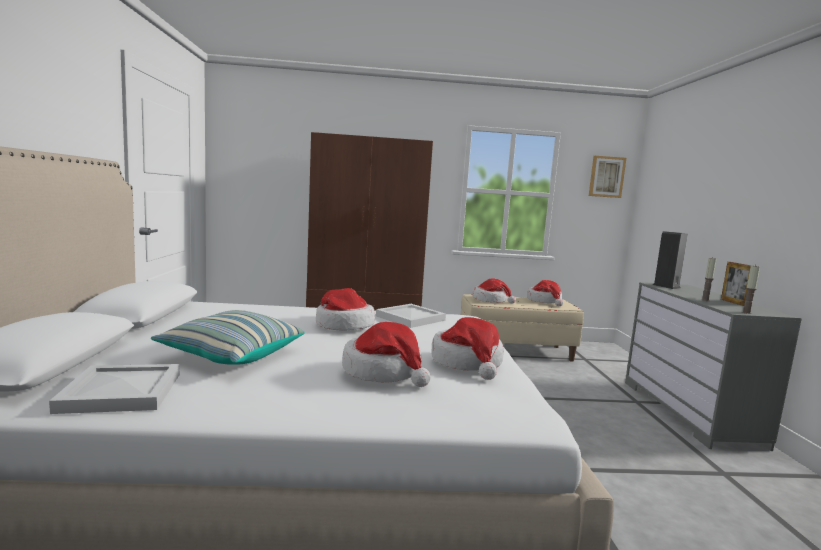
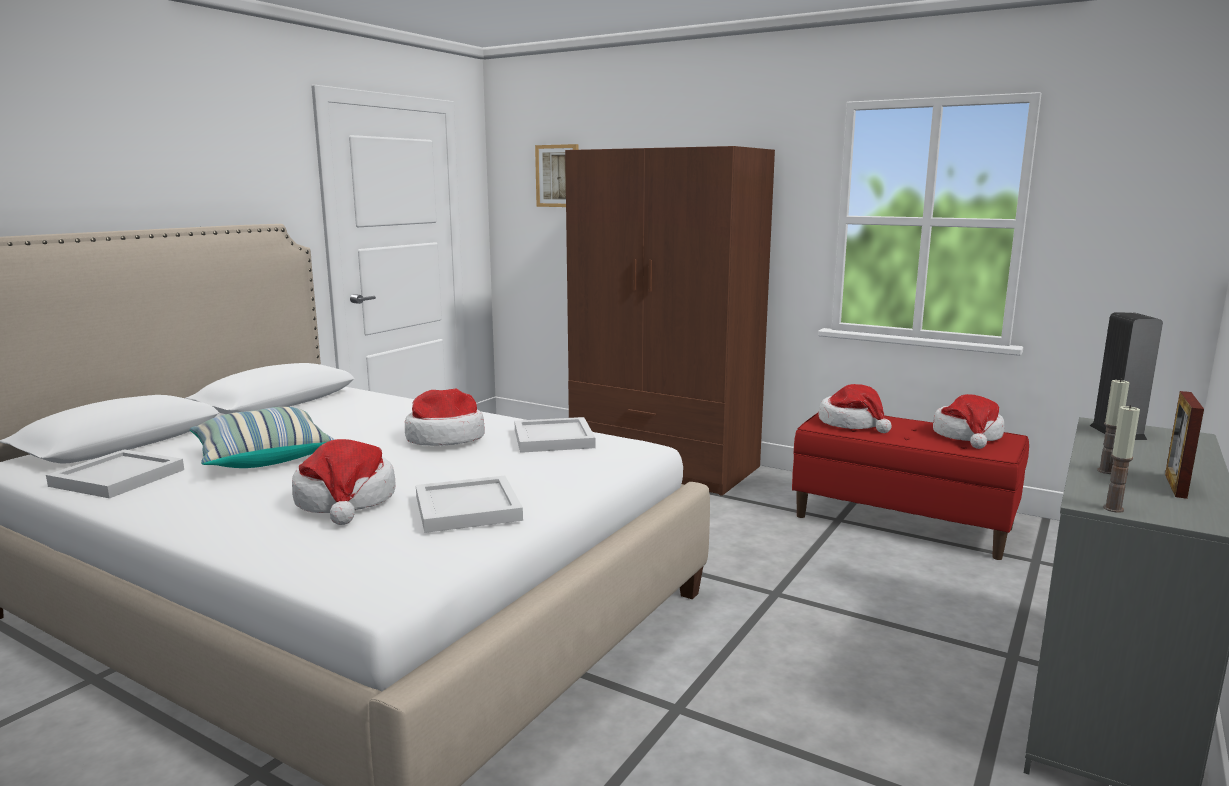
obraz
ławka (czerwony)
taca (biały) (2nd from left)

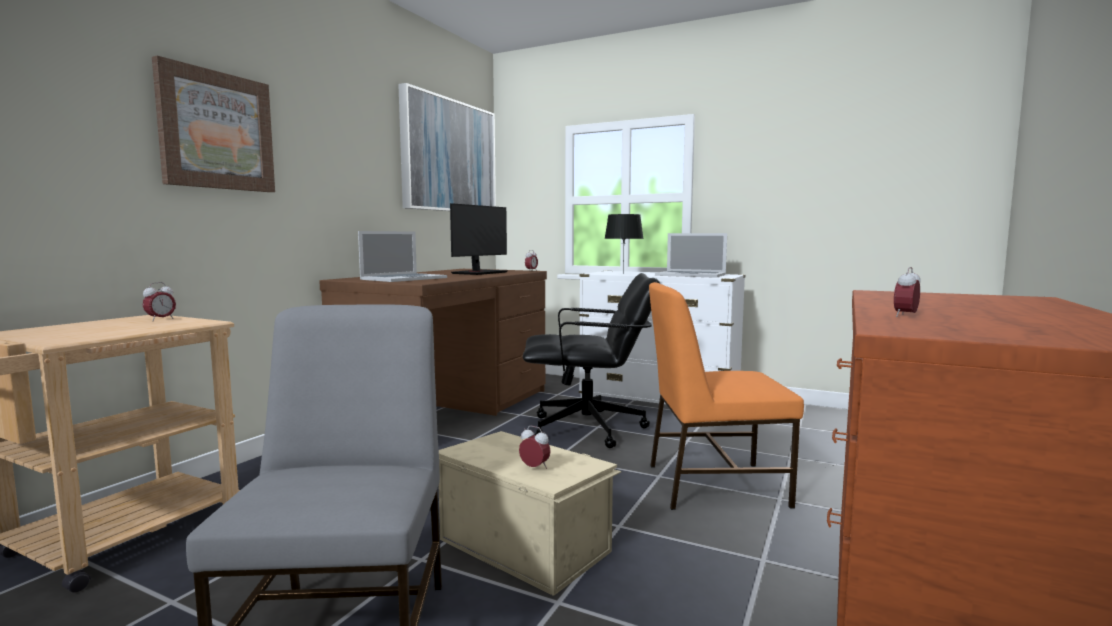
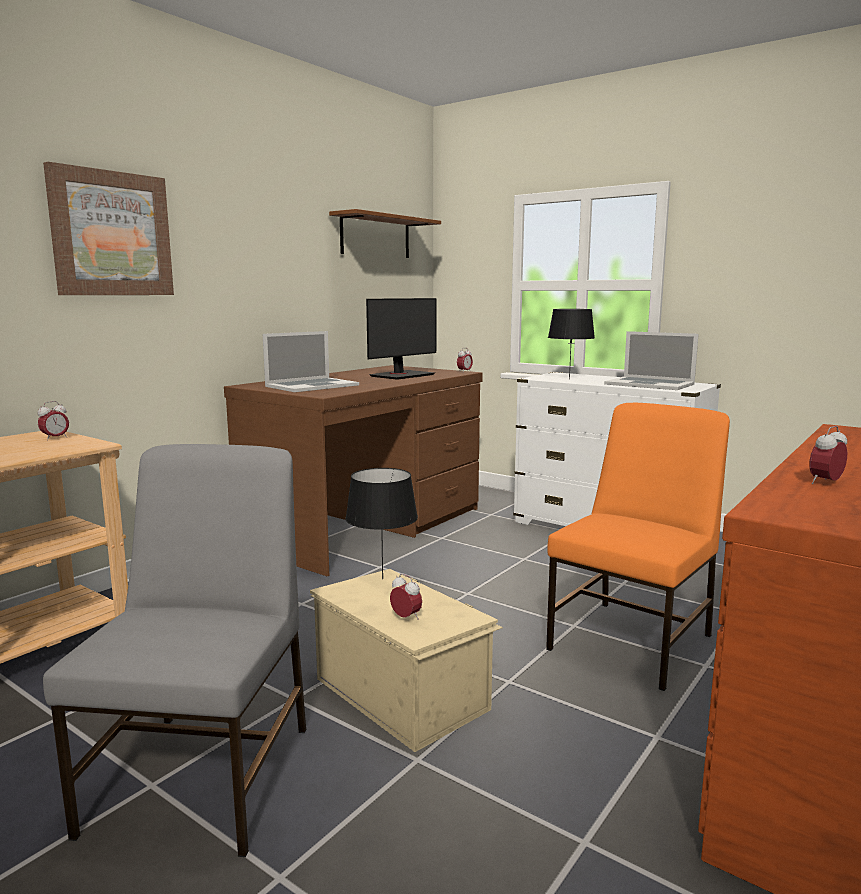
półka (brązowy)
krzesło biurowe (czarny)
krzesło (pomarańczowy)
lampa stołowa (czarny) (1st from left)

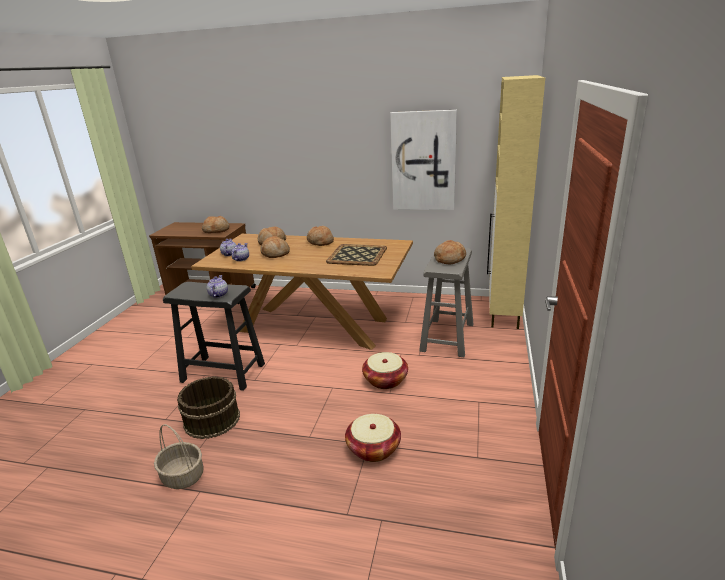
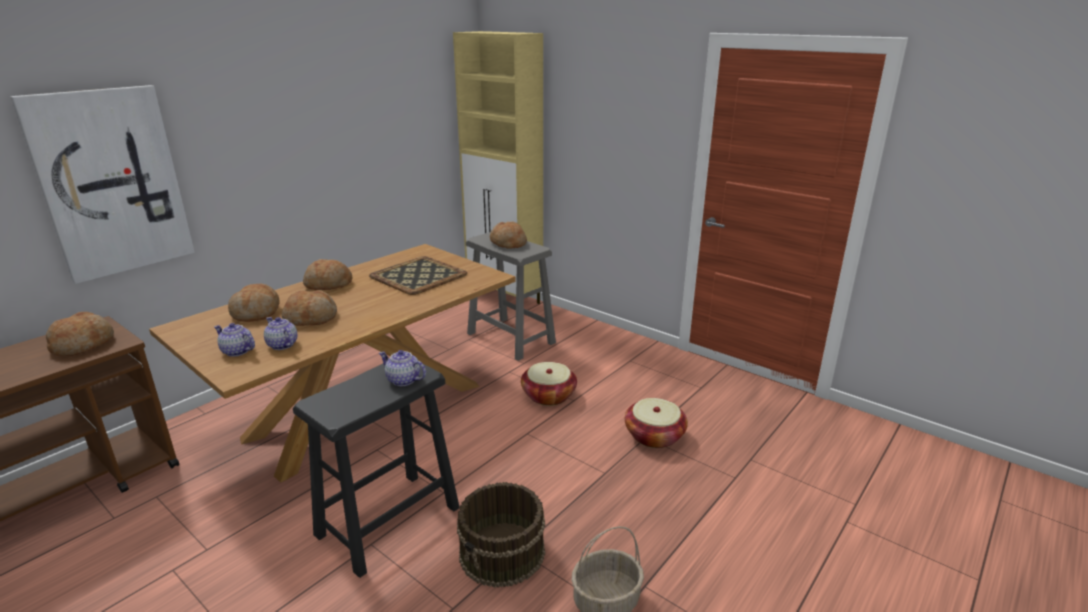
obraz

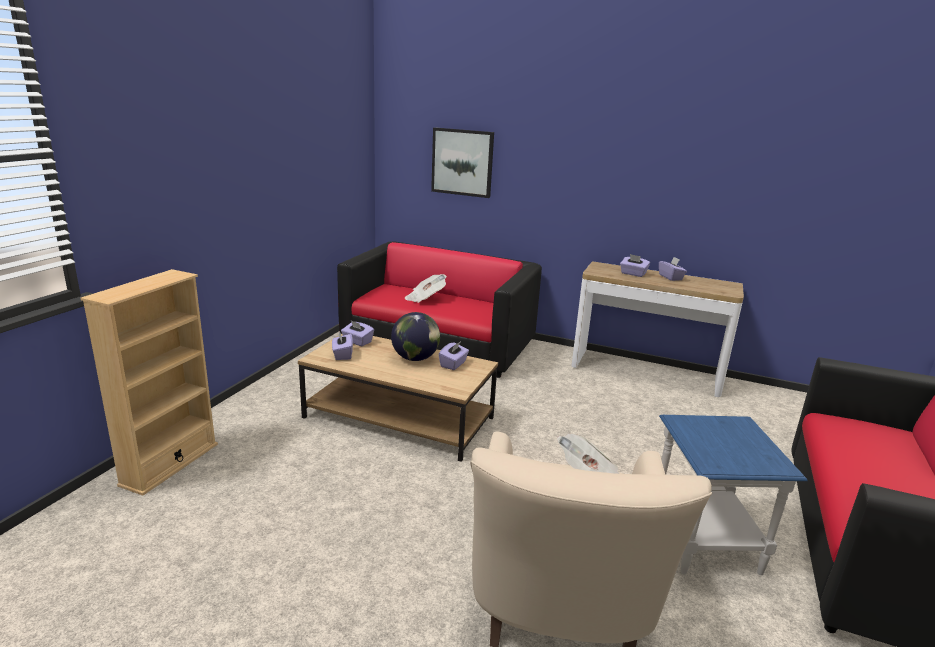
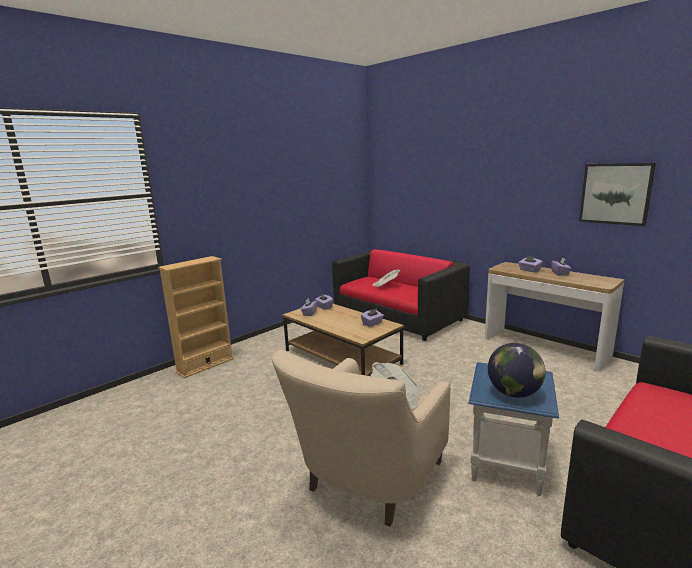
obraz
globus

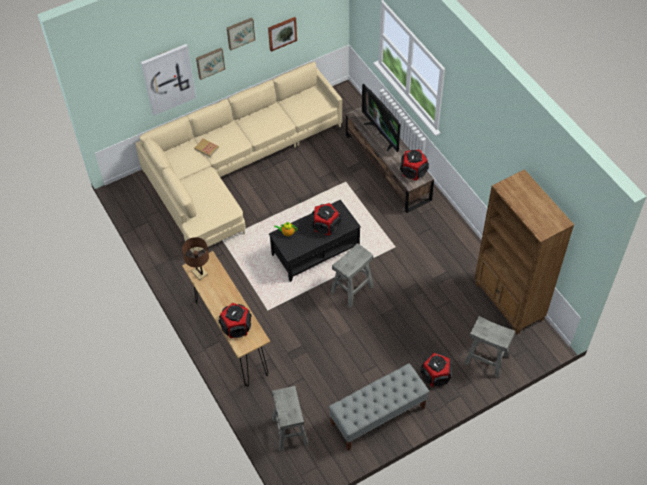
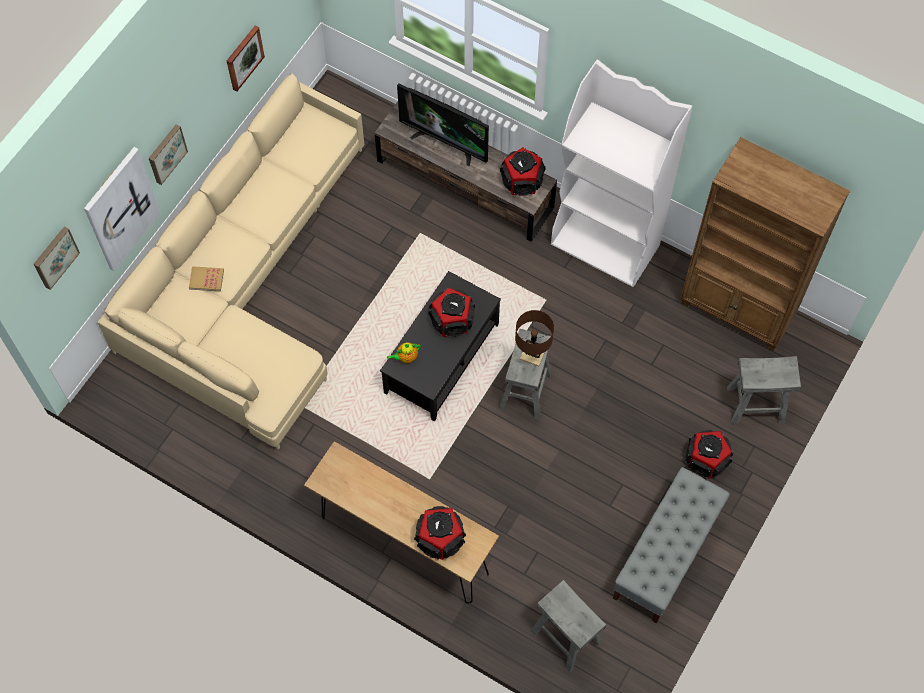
obraz (1st from left)
lampa stołowa (brązowy)
regał (biały)

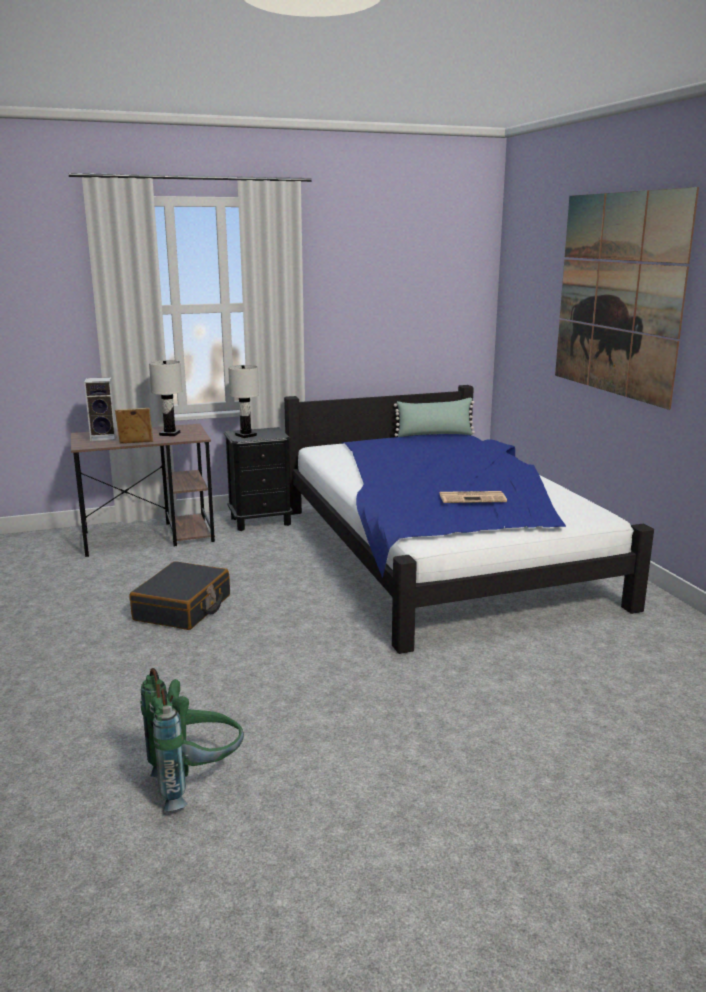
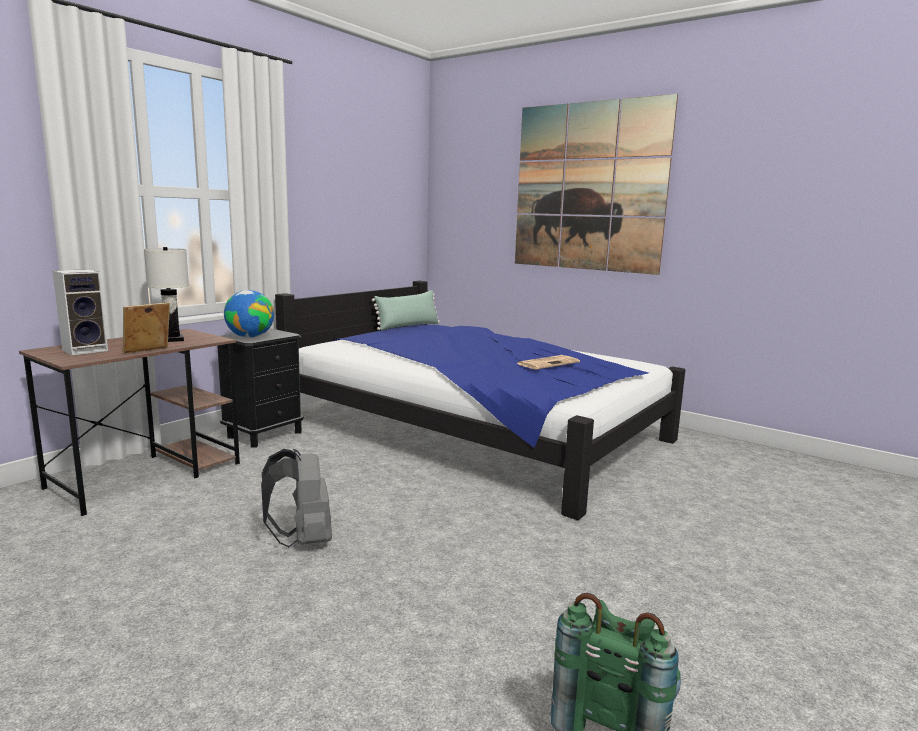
globus
plecak (szary)

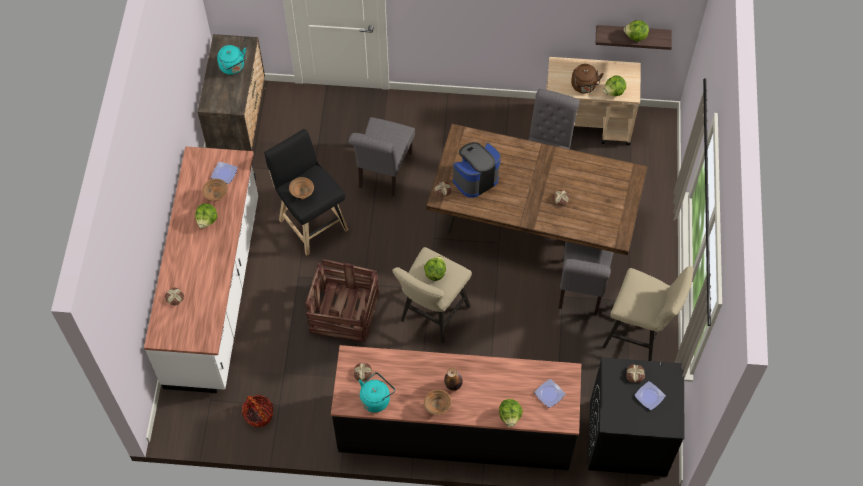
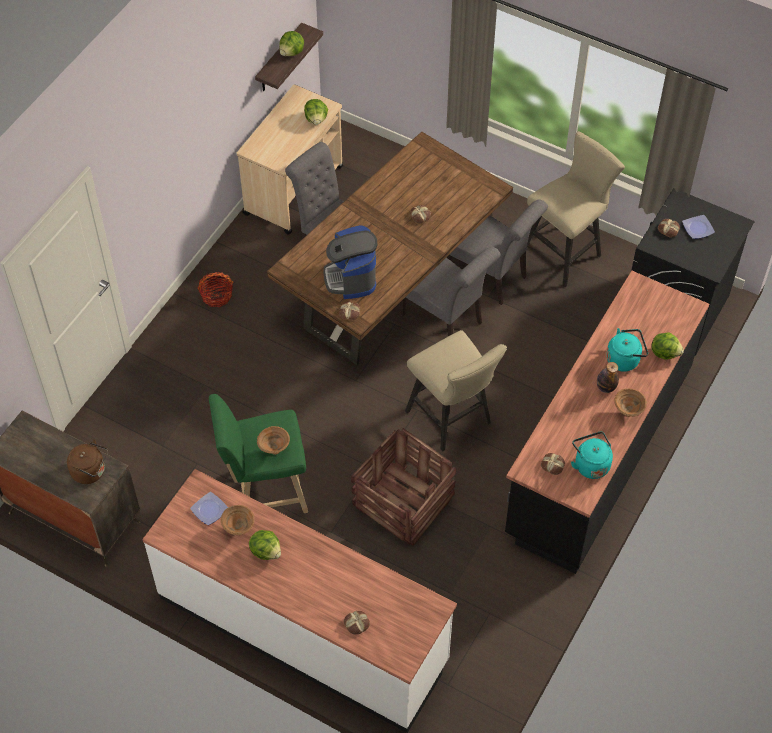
czajnik (turkusowy) (2nd from left)
czajnik (brązowy)
krzesło (szary) (2nd from left)
stołek (zielony)
sałata (2nd from left in the first image)
talerz (2nd from left in the first image)
koszyk

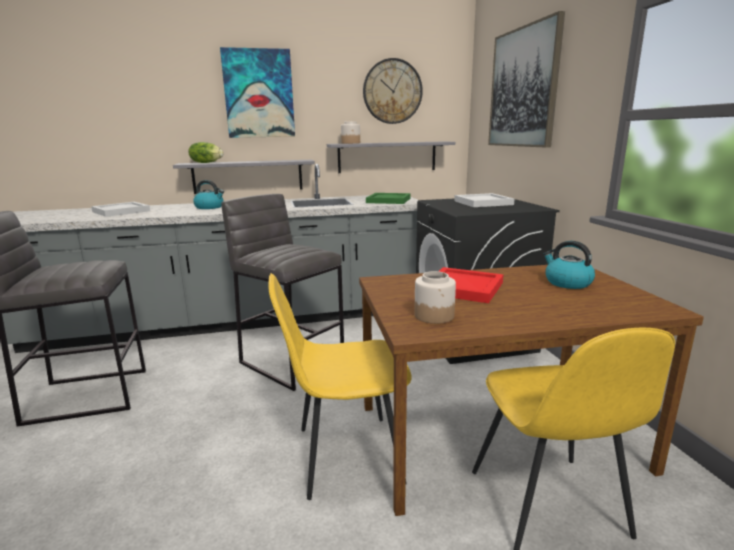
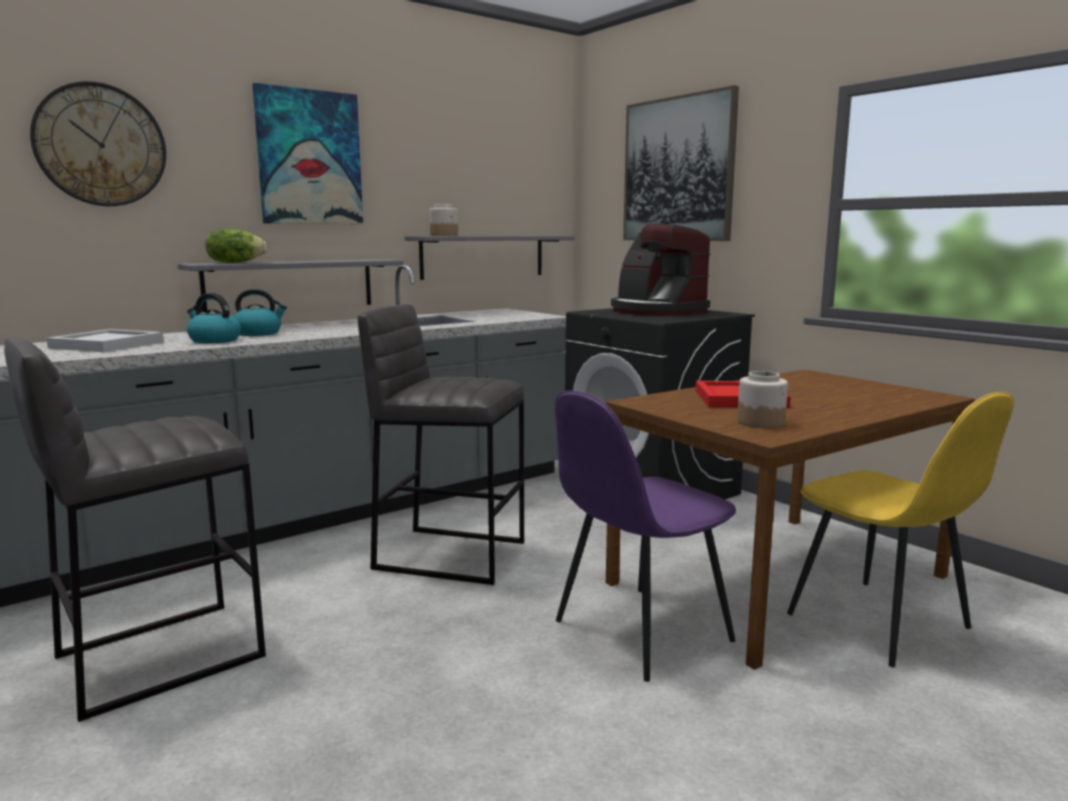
zegar ścienny
taca (zielony)
ekspres do kawy
czajnik (1st from left)
krzesło (fioletowy)

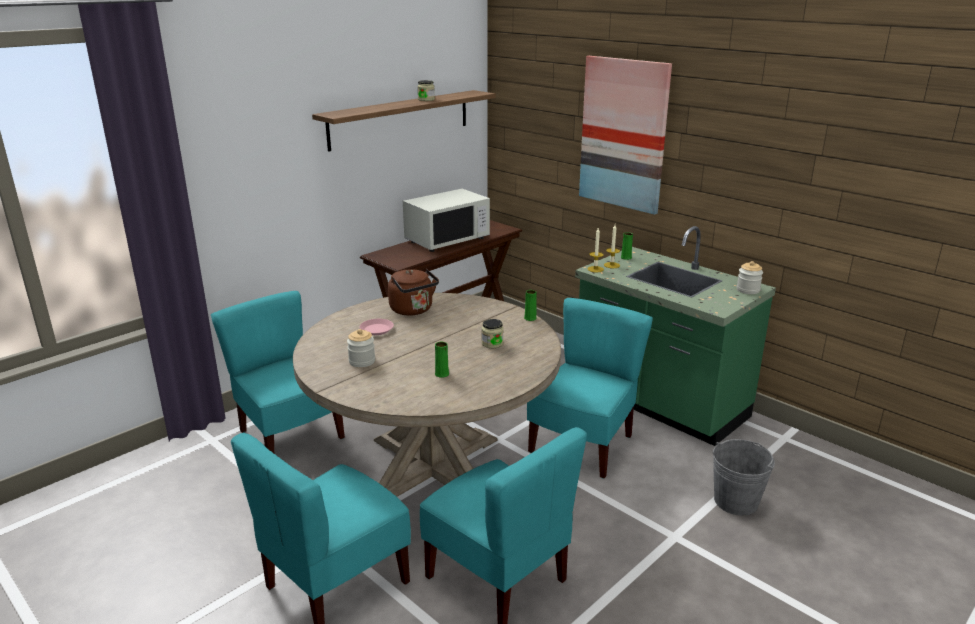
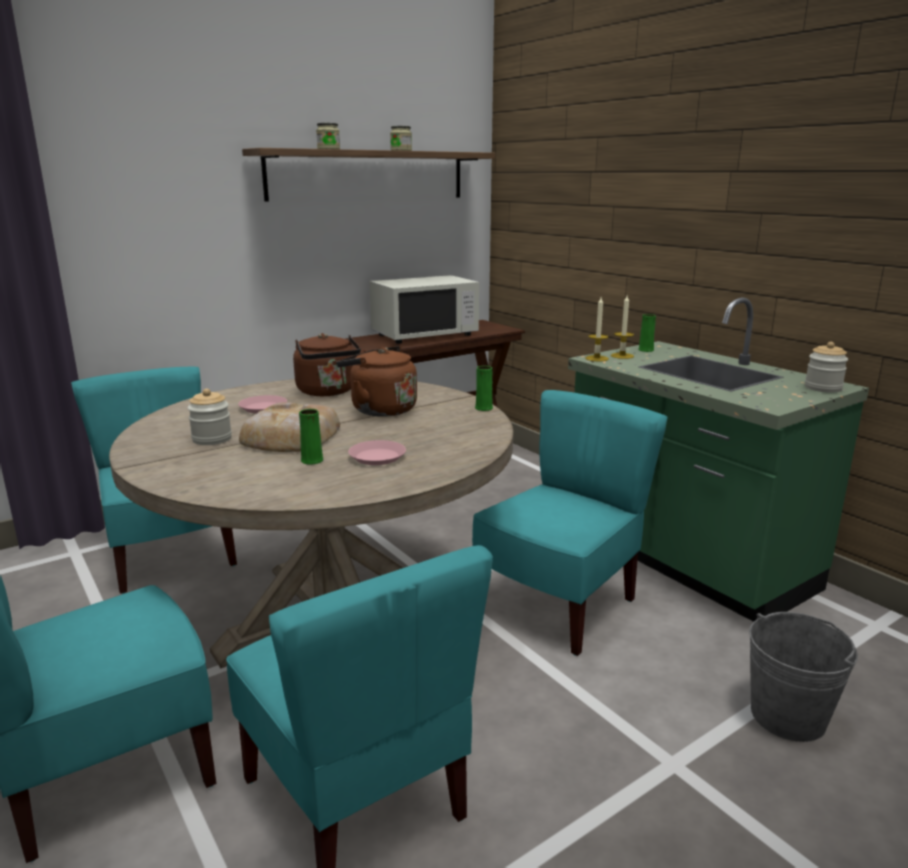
obraz
słoik (2nd from left)
czajnik (brązowy) (2nd from left)
chleb
talerz (różowy) (2nd from left)

